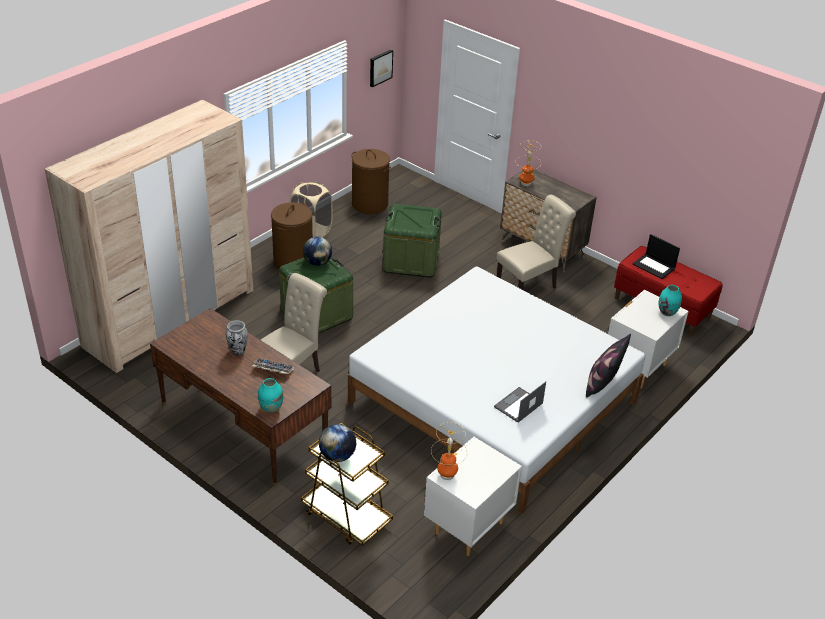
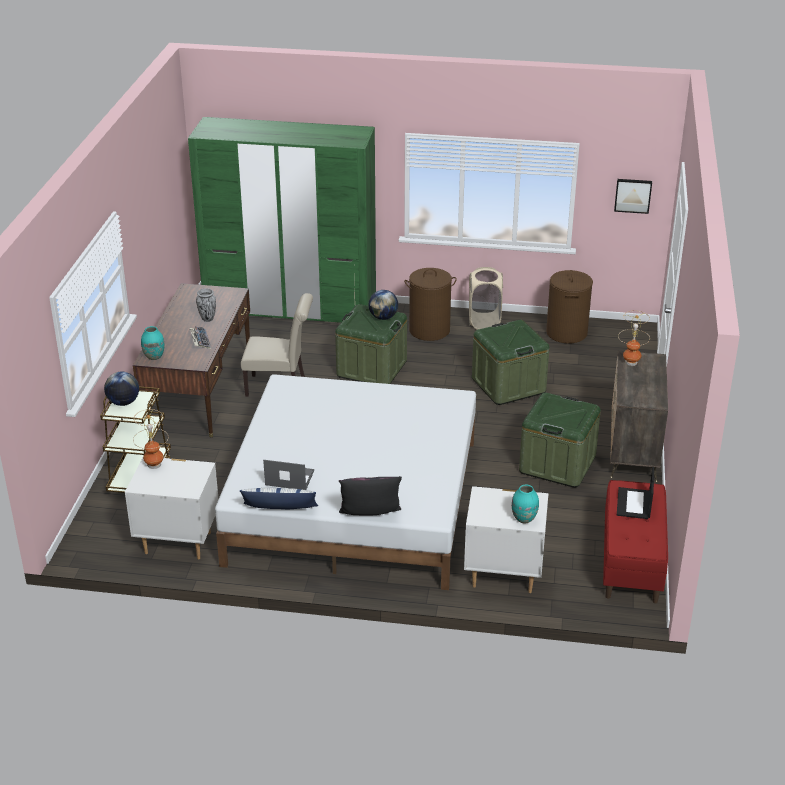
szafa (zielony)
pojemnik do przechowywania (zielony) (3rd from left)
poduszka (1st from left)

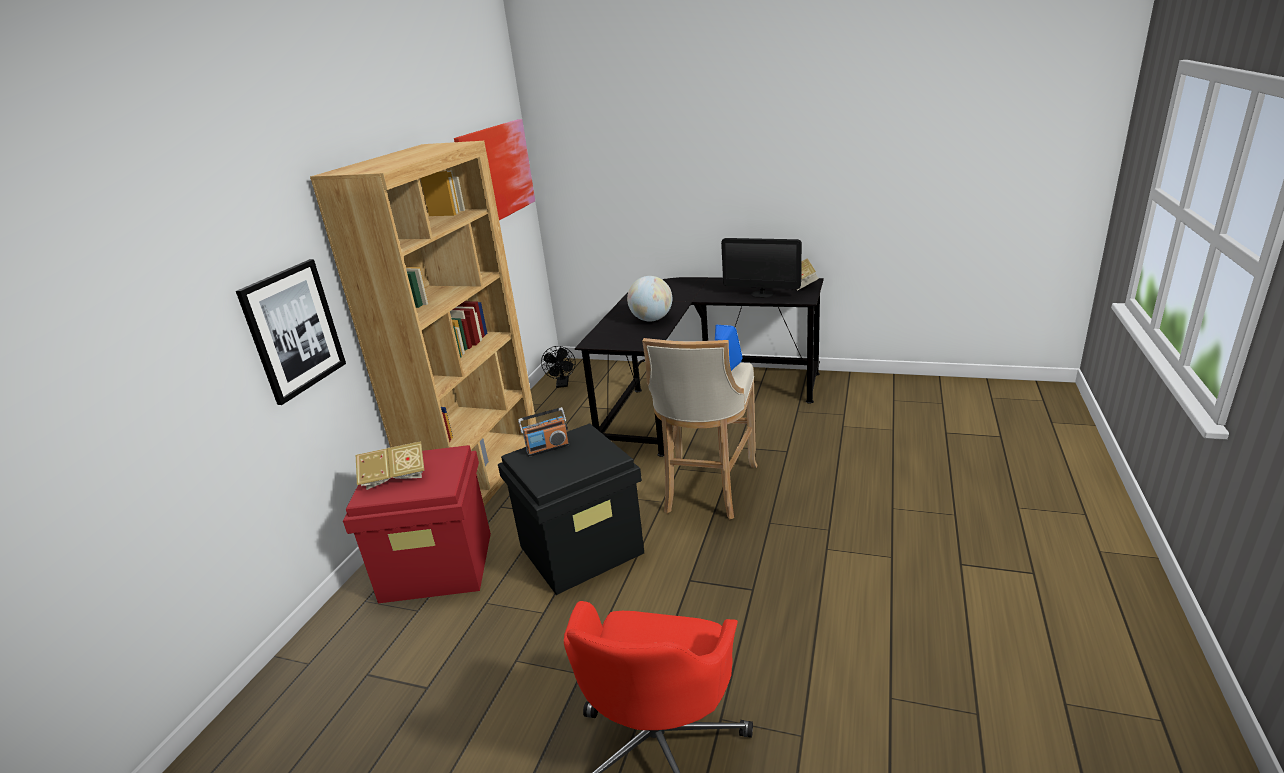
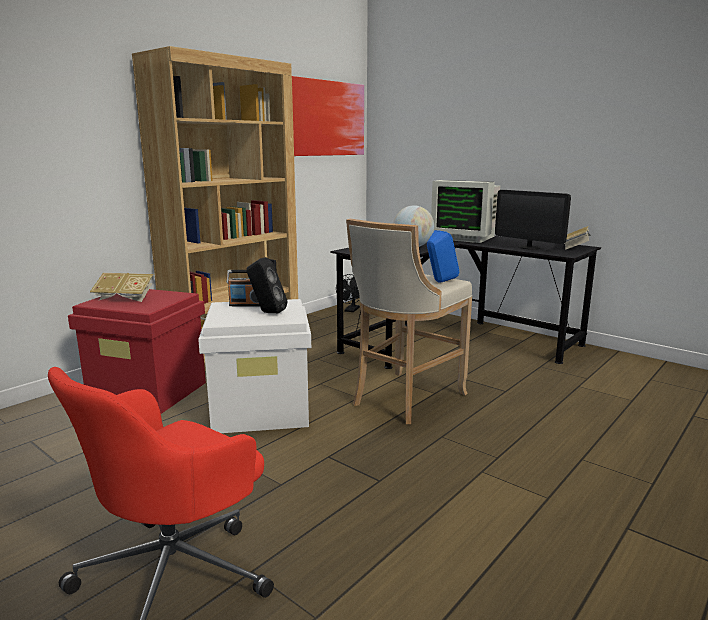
obraz (1st from left in the first image)
pojemnik do przechowywania (biały)
monitor (1st from left)
głośnik (czarny)

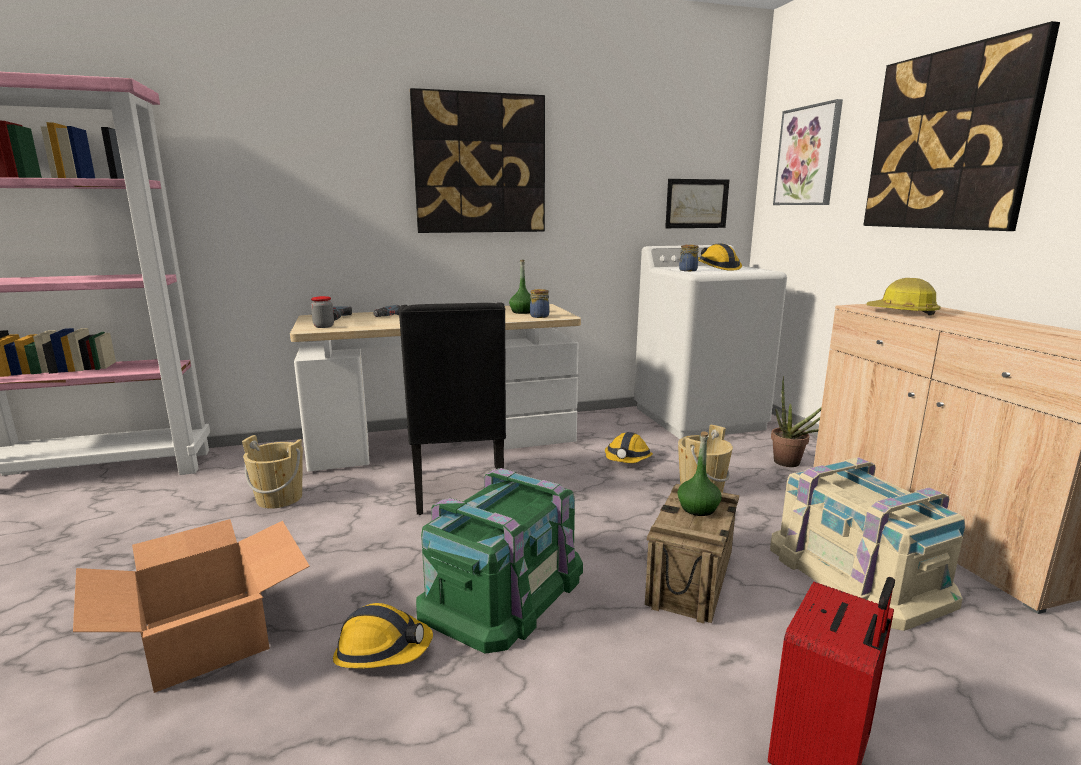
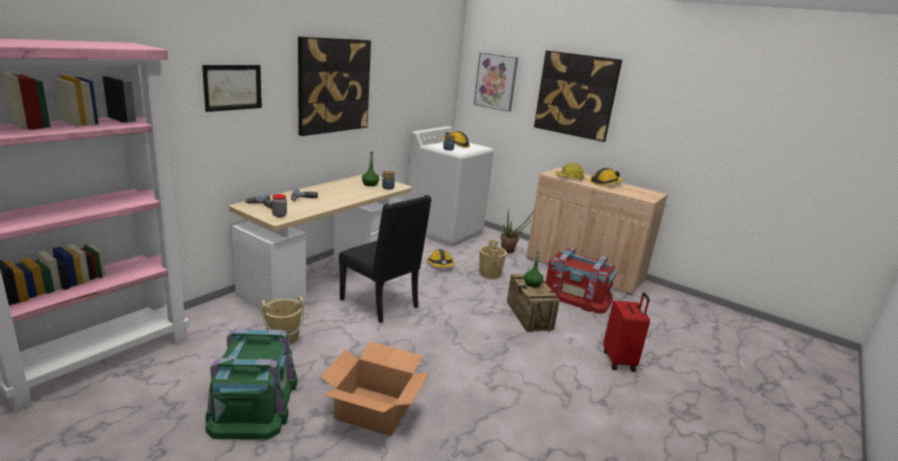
obraz (1st from left)
pojemnik do przechowywania (czerwony)
pojemnik do przechowywania (zielony)
kask (4th from left)

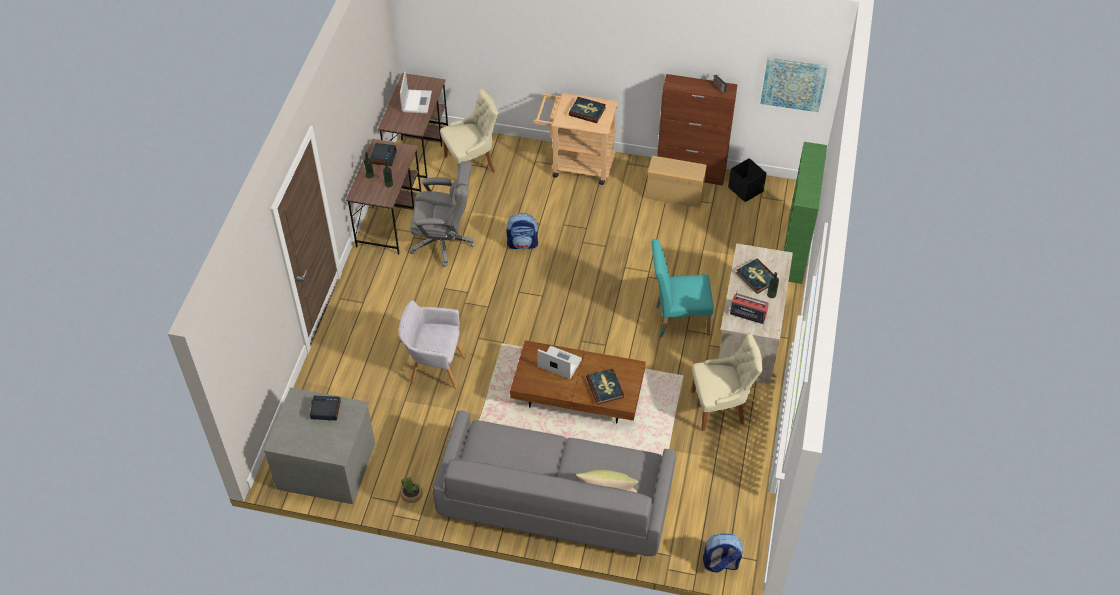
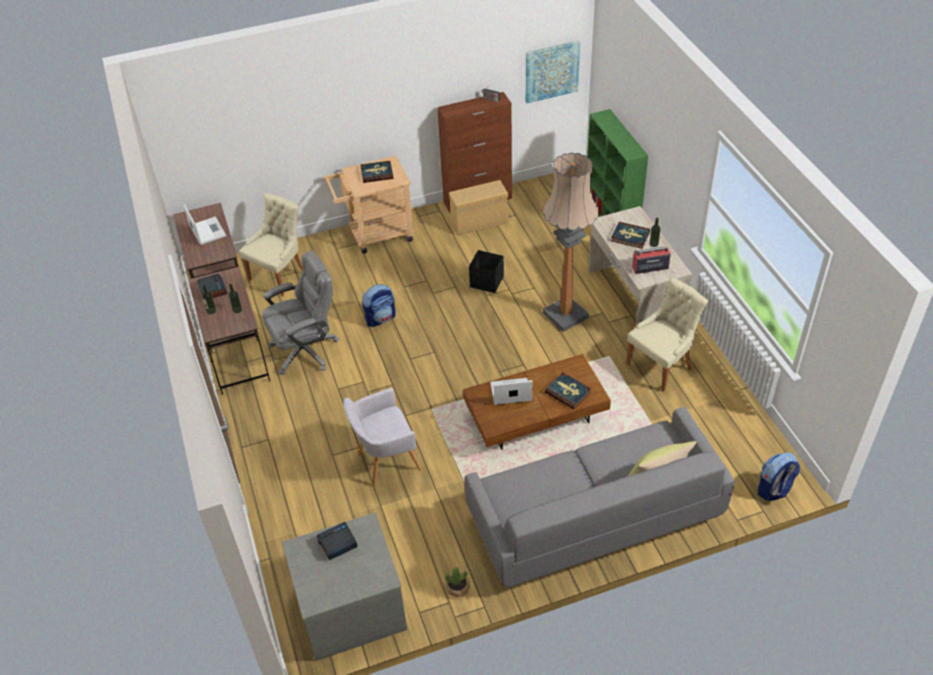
pojemnik do przechowywania (czarny)
lampa stojąca

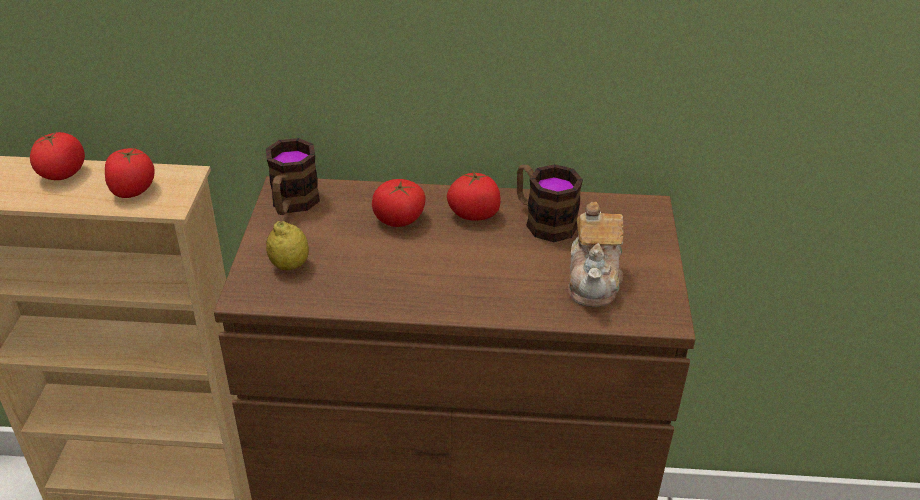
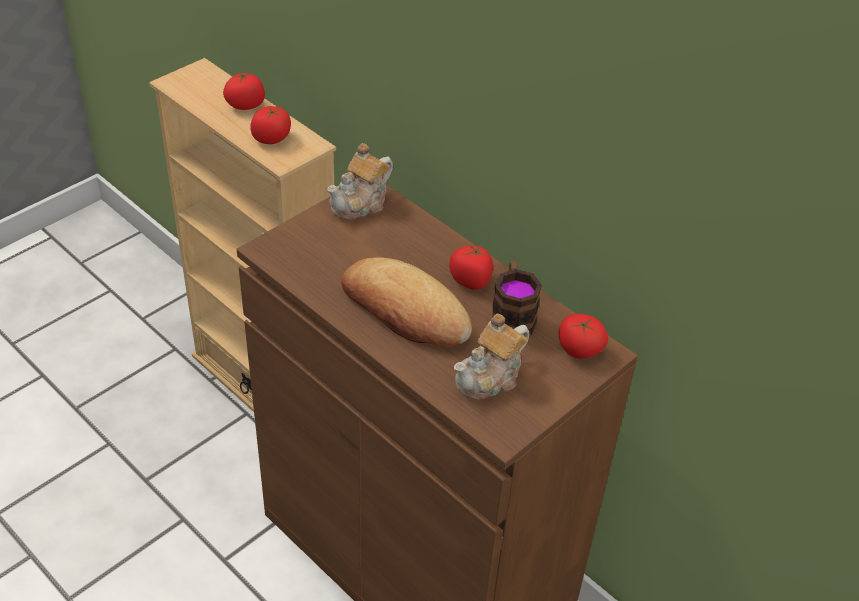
imbryk (1st from left)
pomidor (4th from left)
cytryna
chleb

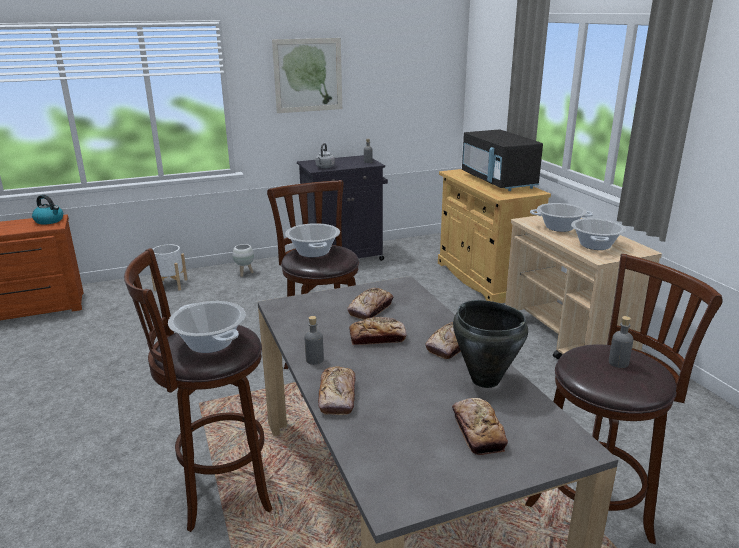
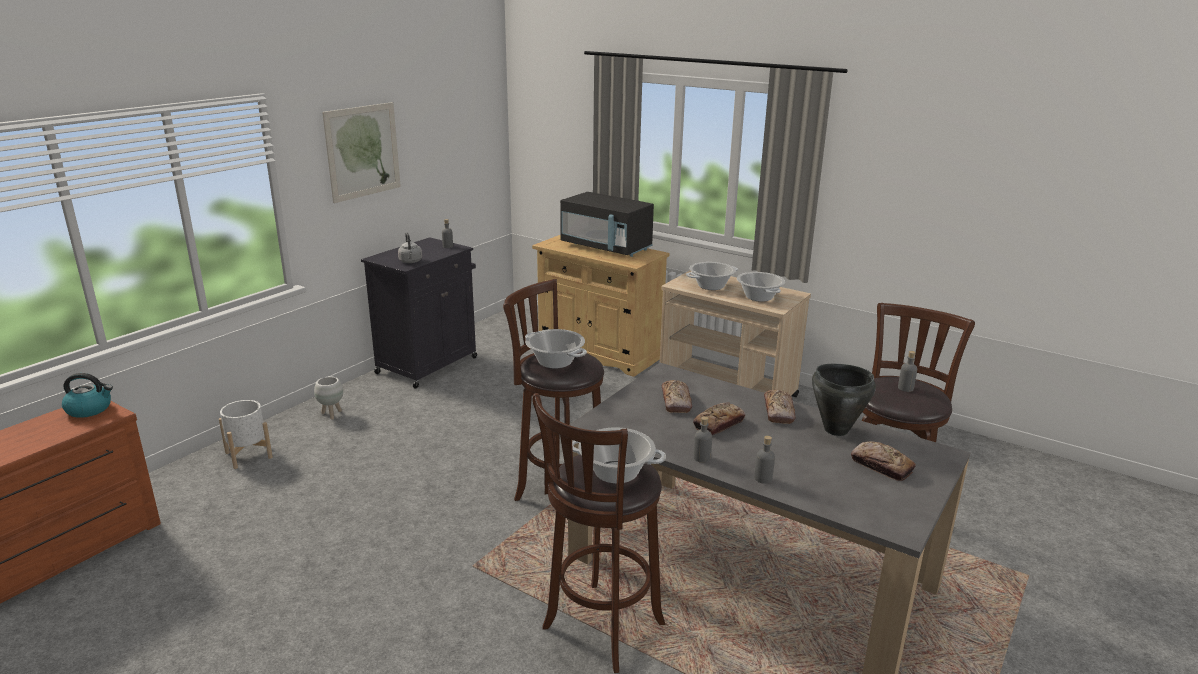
butelka (szary) (3rd from left)

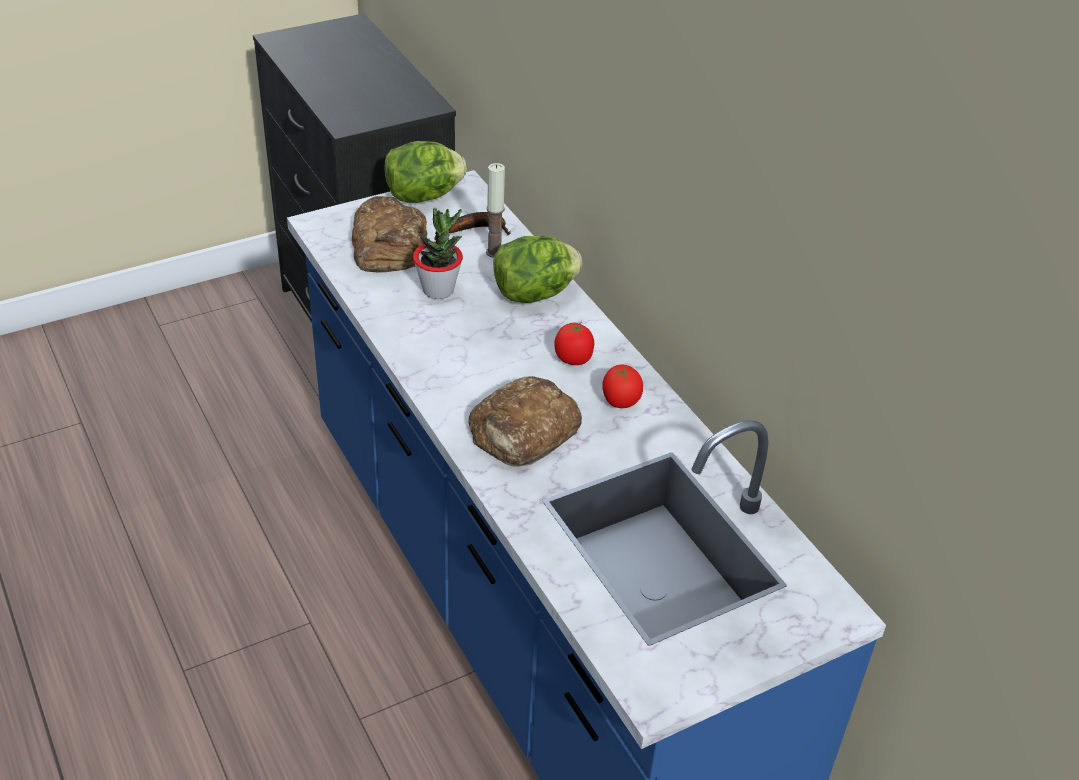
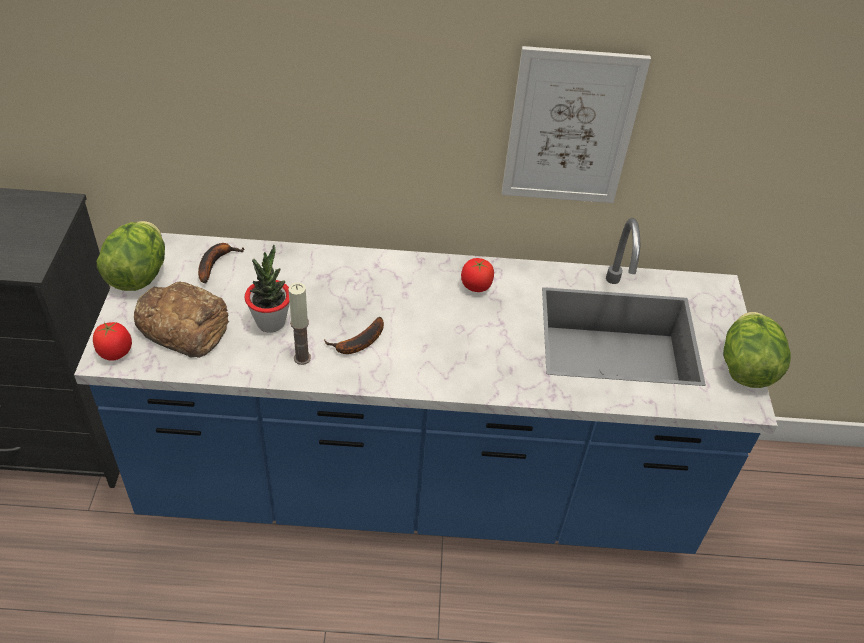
świeca
sałata (2nd from left)
pomidor (1st from left)
chleb (2nd from left in the first image)
obraz
banan (2nd from left)

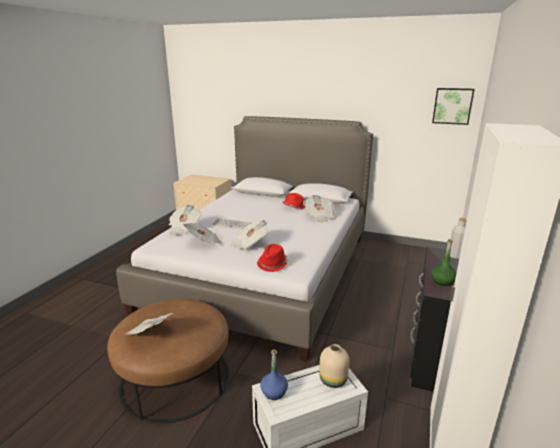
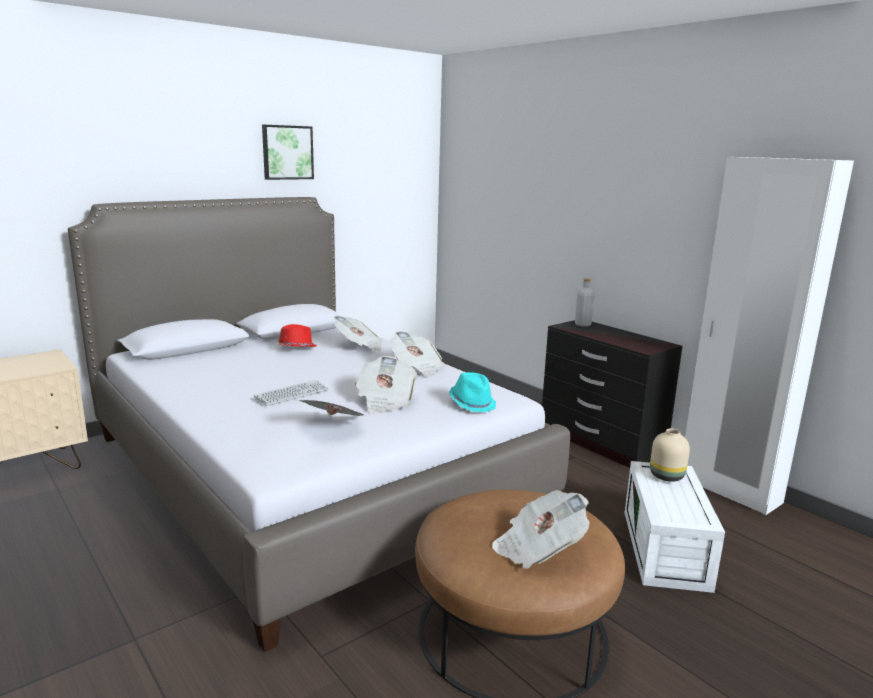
obraz
gazeta (4th from left)
butelka (zielony)
kapelusz (turkusowy)
butelka (niebieski)

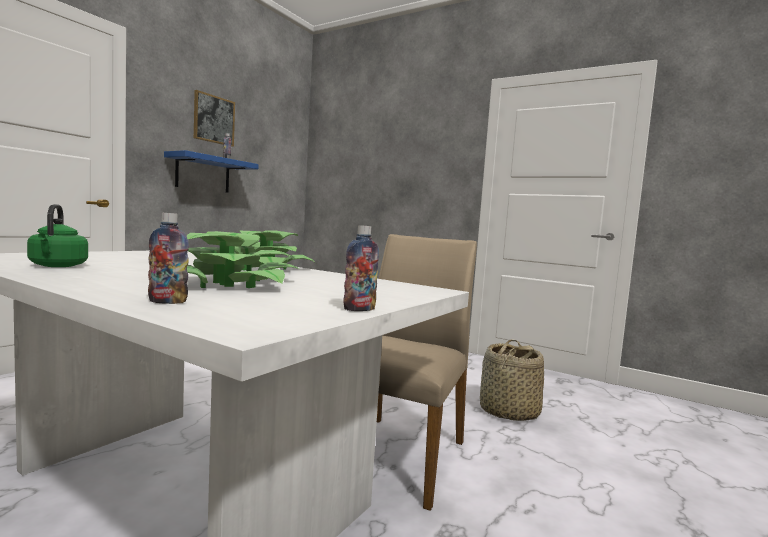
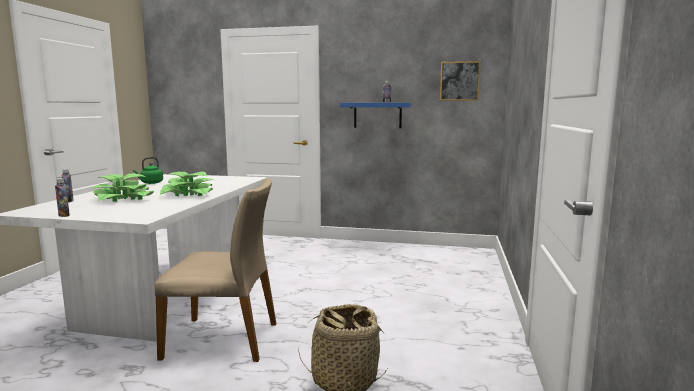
obraz

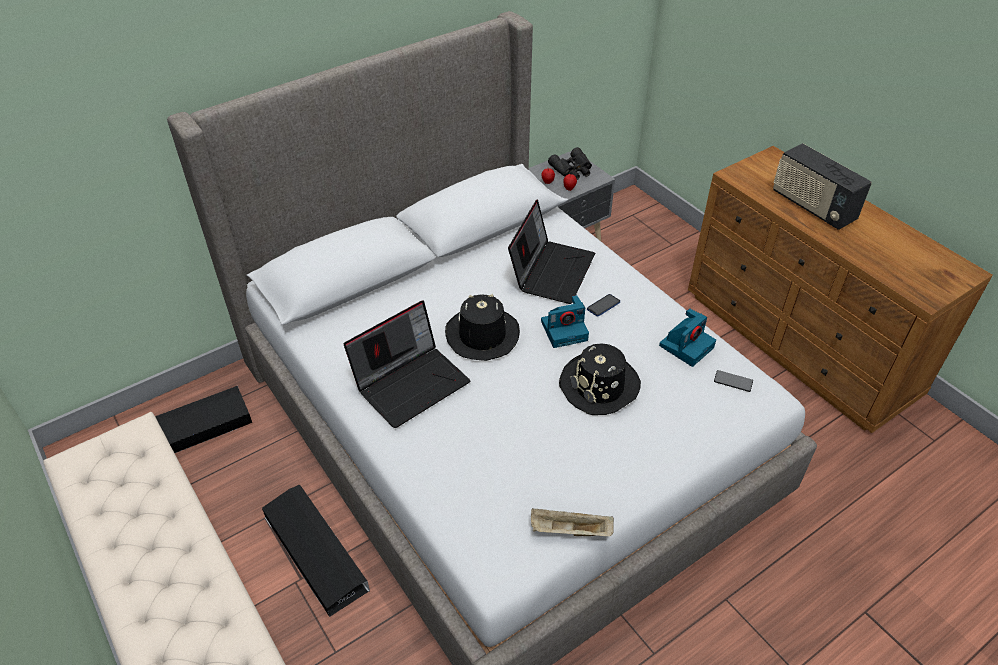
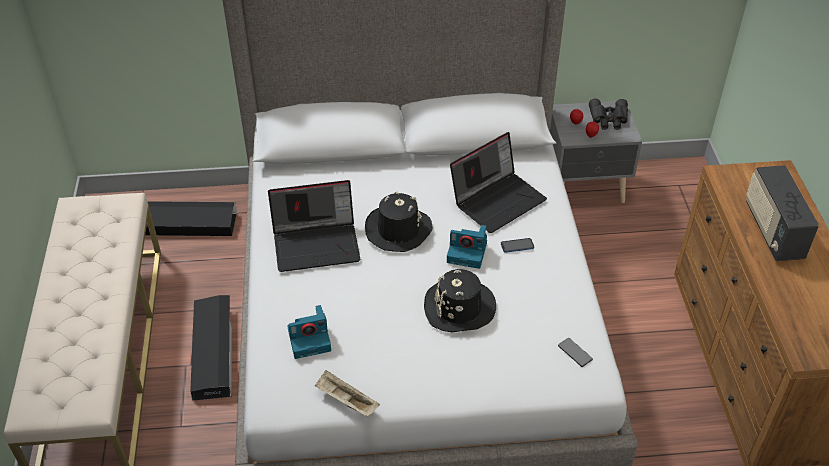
aparat fotograficzny (1st from left)

